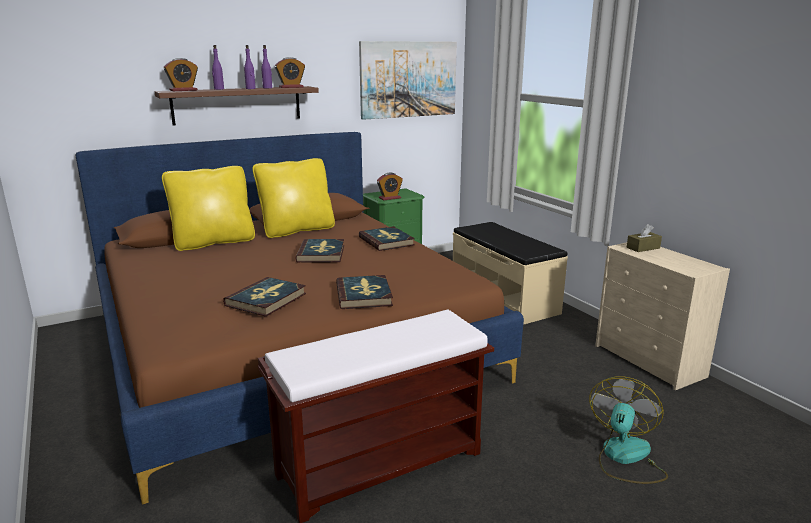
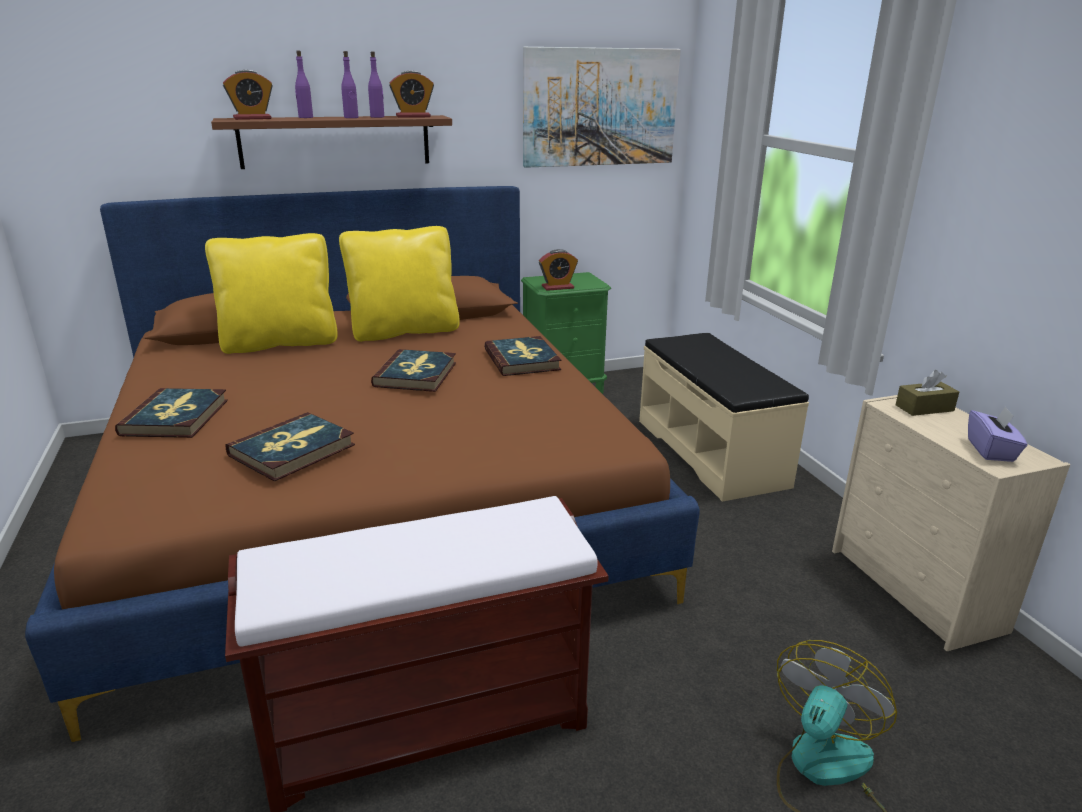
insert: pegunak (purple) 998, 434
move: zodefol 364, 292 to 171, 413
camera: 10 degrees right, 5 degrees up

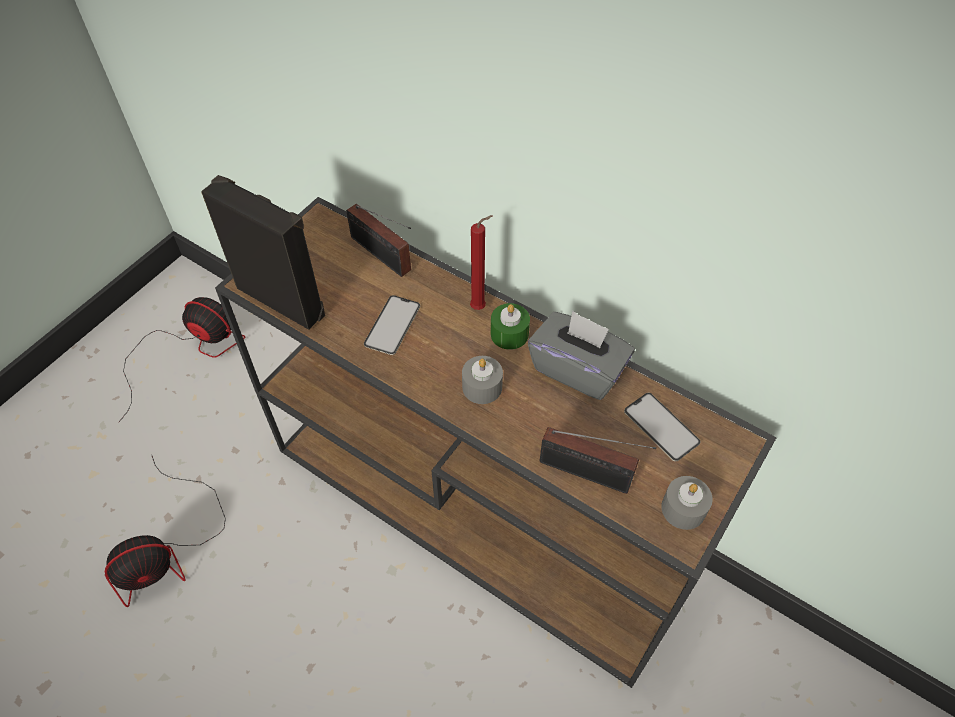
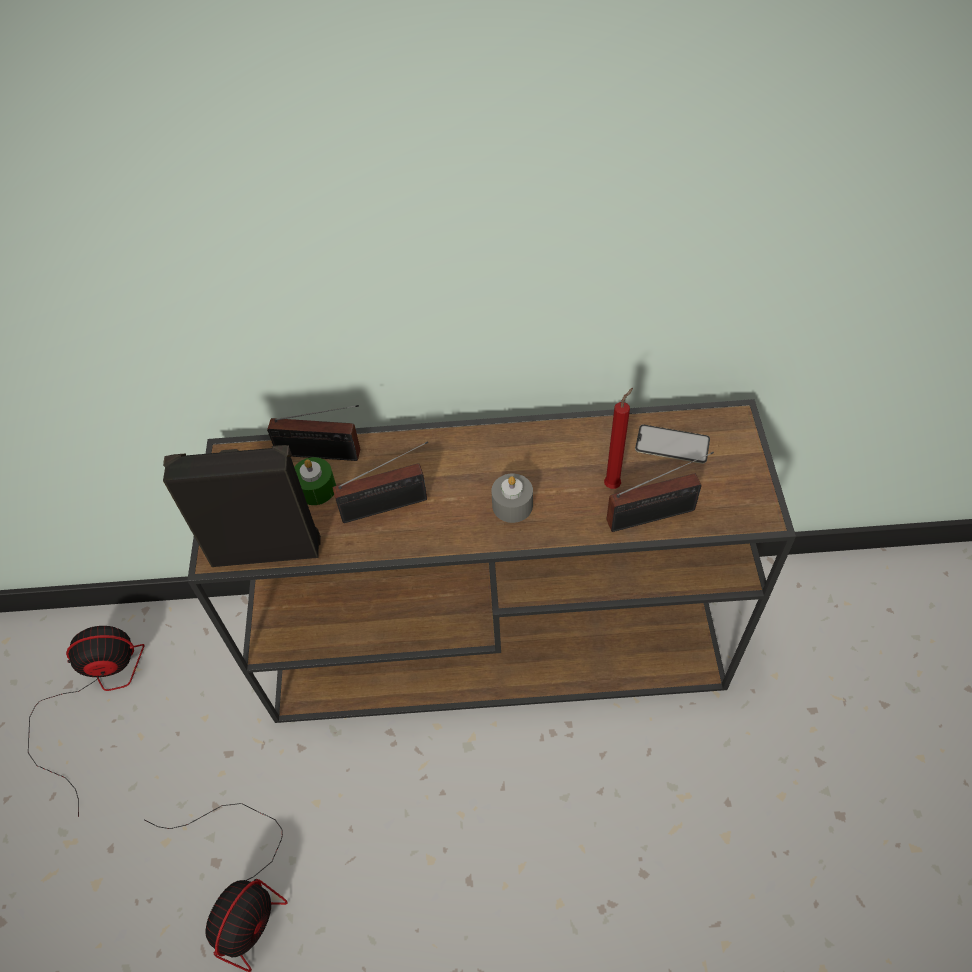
delete: pegunak (grey) 581, 355; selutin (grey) 687, 503
move: selutin (red) 481, 262 to 618, 438; selutin (green) 510, 326 to 315, 481
replace: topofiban 392, 325 to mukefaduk 380, 482
camera: 35 degrees left, 0 degrees up

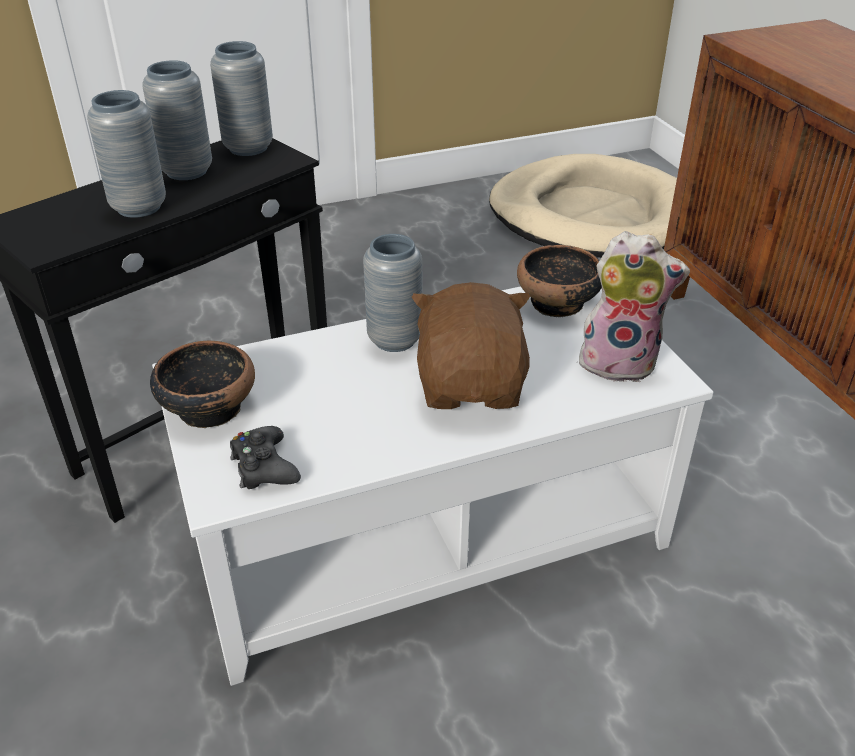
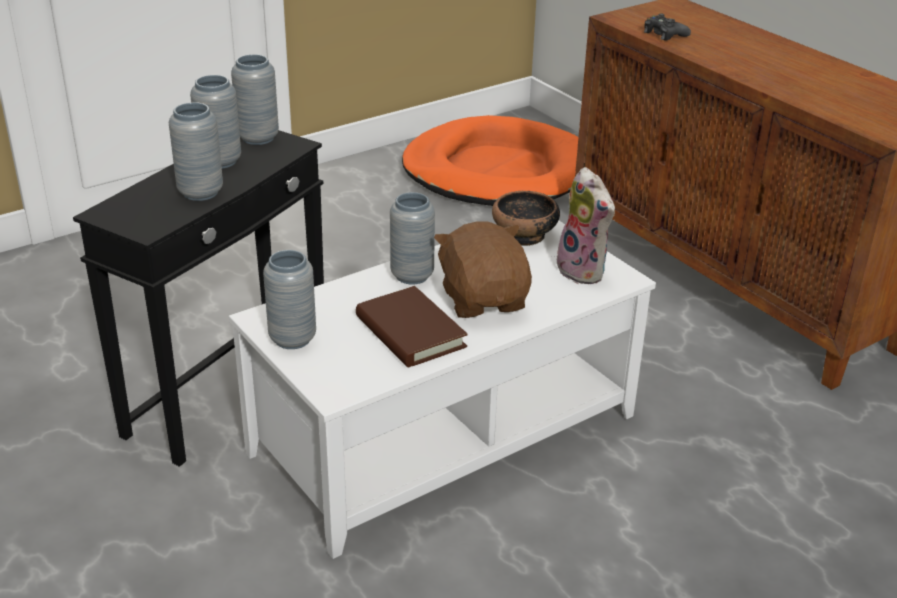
insert: zodefol (brown) 412, 326
move: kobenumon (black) 265, 457 to 667, 27
replace: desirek 202, 384 to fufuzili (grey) 289, 299
recolor: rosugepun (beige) 583, 206 to rosugepun (orange) 490, 160
rotate: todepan 634, 306 = 586, 225 60 degrees clockwise
camera: 15 degrees left, 5 degrees down

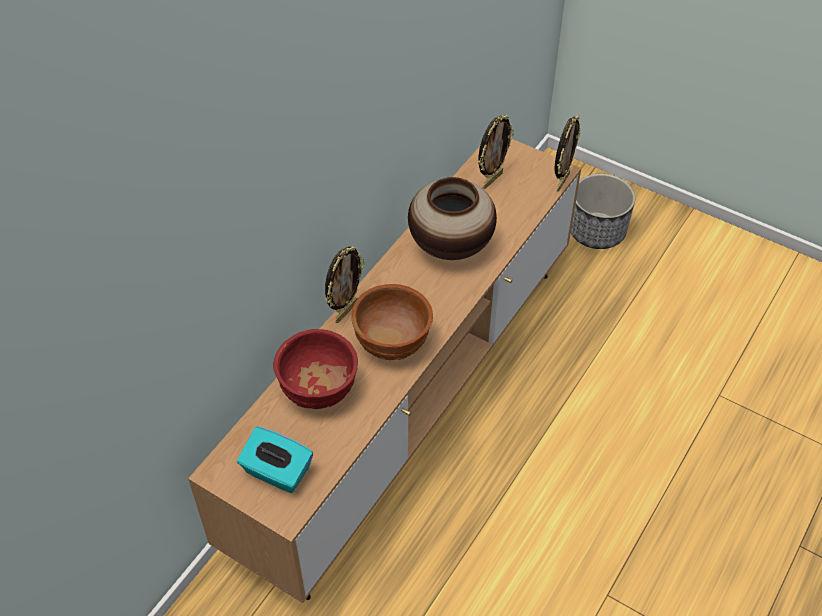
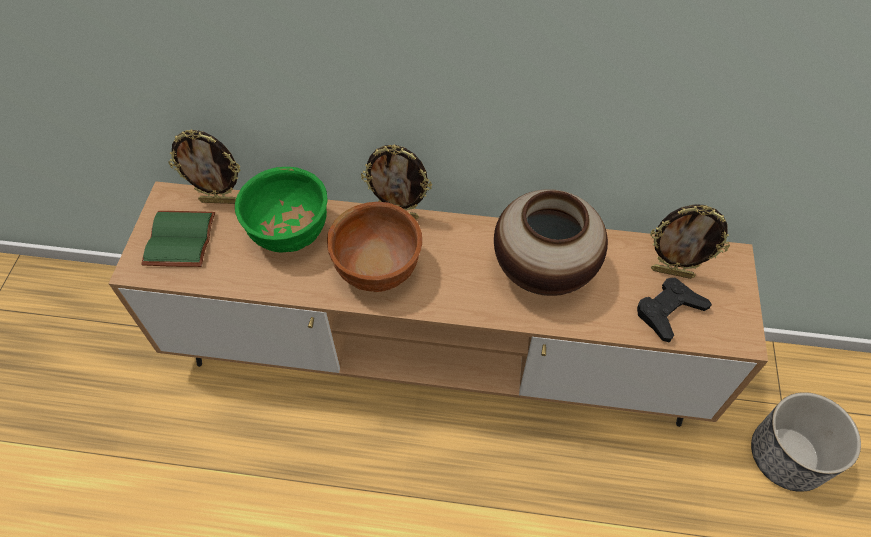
insert: kobenumon (black) 674, 310
move: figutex 567, 153 to 204, 167
replace: pegunak (turquoise) 275, 460 to zodefol (green) 178, 239
recolor: desirek (red) 315, 369 to desirek (green) 281, 209
camera: 65 degrees right, 5 degrees up

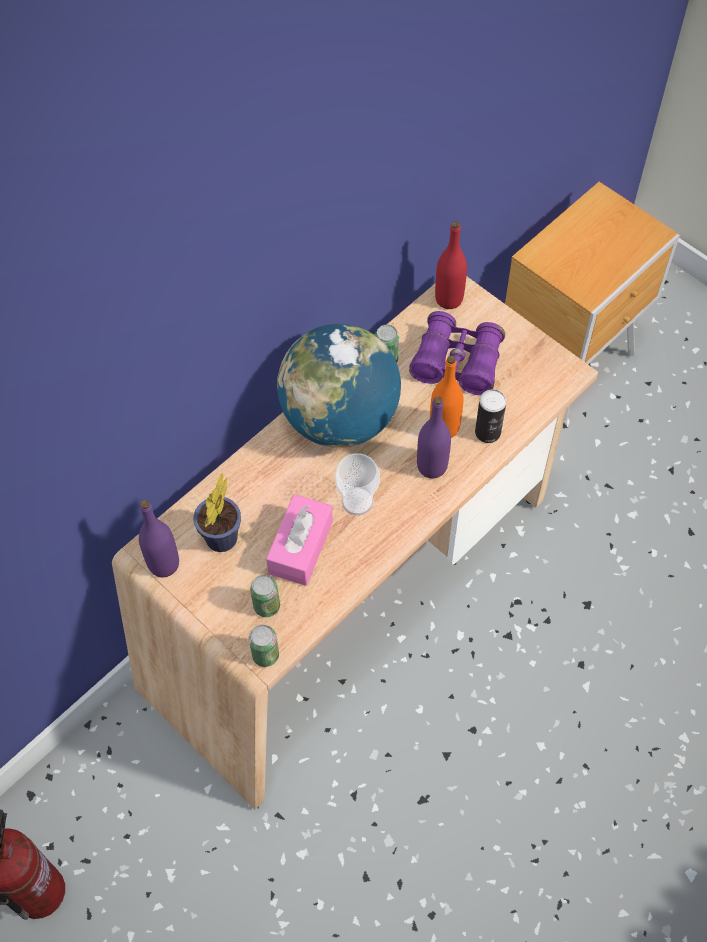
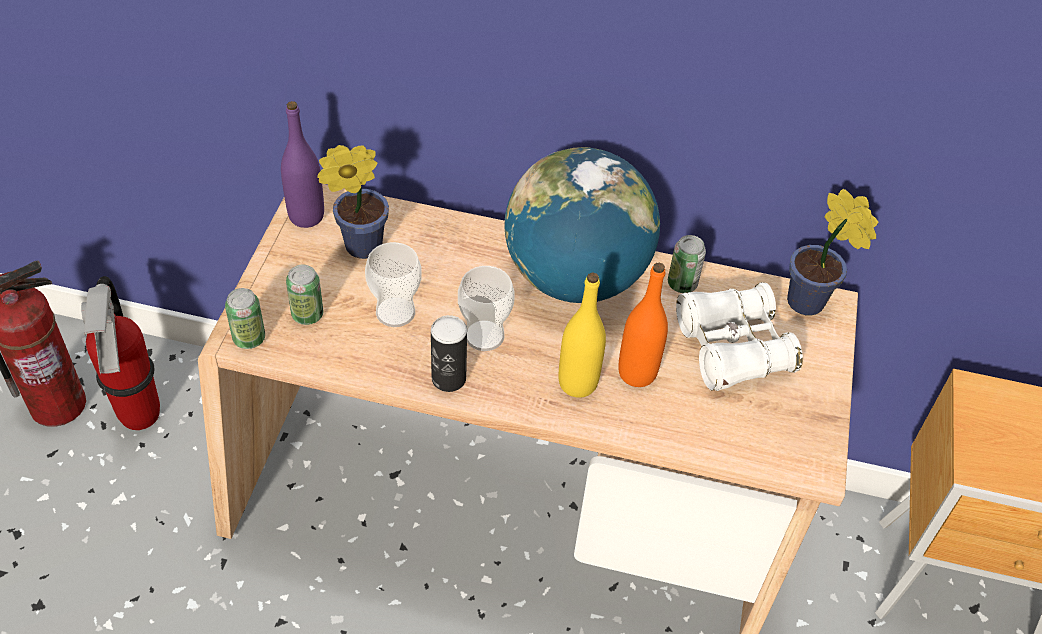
insert: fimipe 120, 353
move: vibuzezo 490, 416 to 449, 353
replace: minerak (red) 451, 265 to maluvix 832, 252; pegunak (pink) 299, 540 to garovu 393, 284
recolor: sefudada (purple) 457, 353 to sefudada (white) 739, 336; minerak (purple) 434, 437 to minerak (yellow) 582, 335
camera: 55 degrees right, 10 degrees down

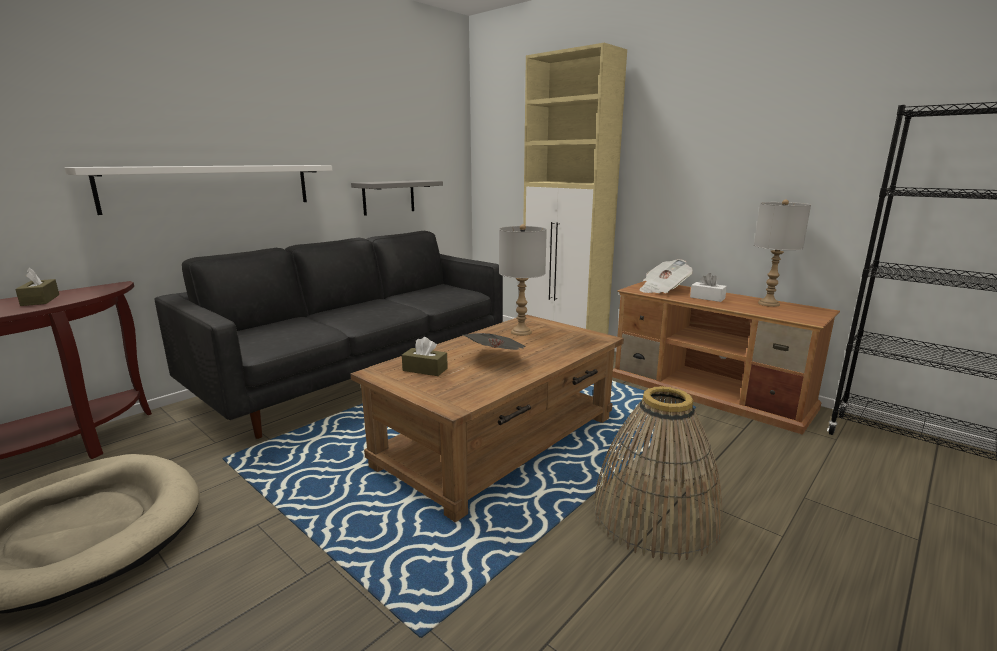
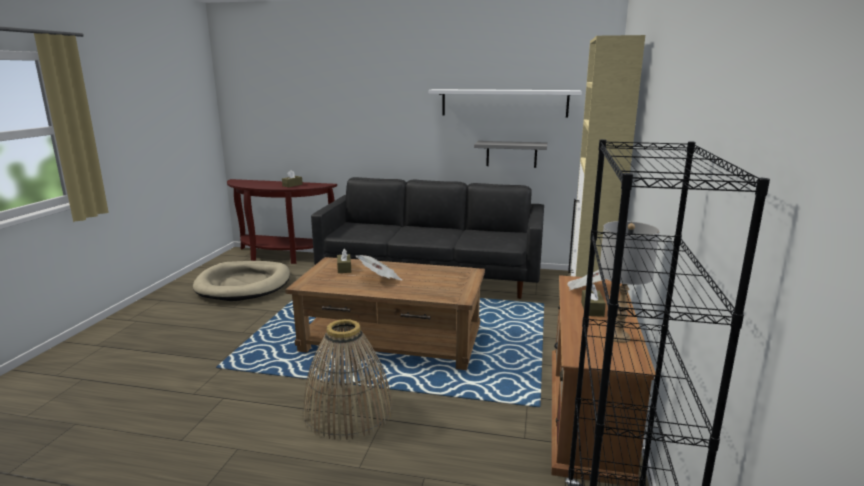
delete: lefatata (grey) 523, 280
move: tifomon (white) 198, 190 to 505, 103
recolor: pegunak (white) 708, 287 to pegunak (brown) 593, 300
camera: 60 degrees right, 0 degrees up

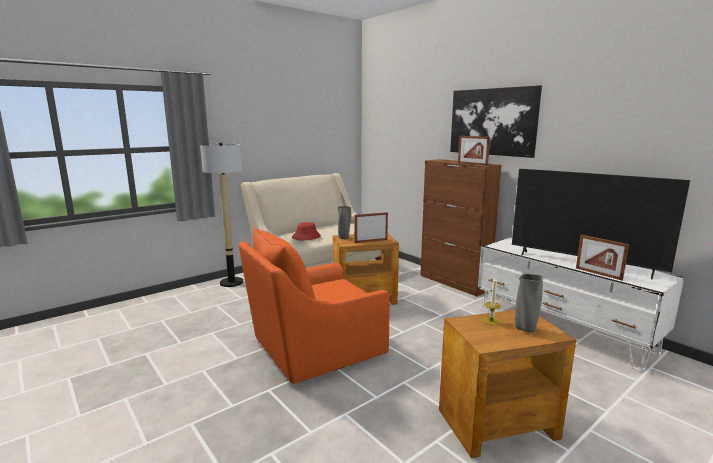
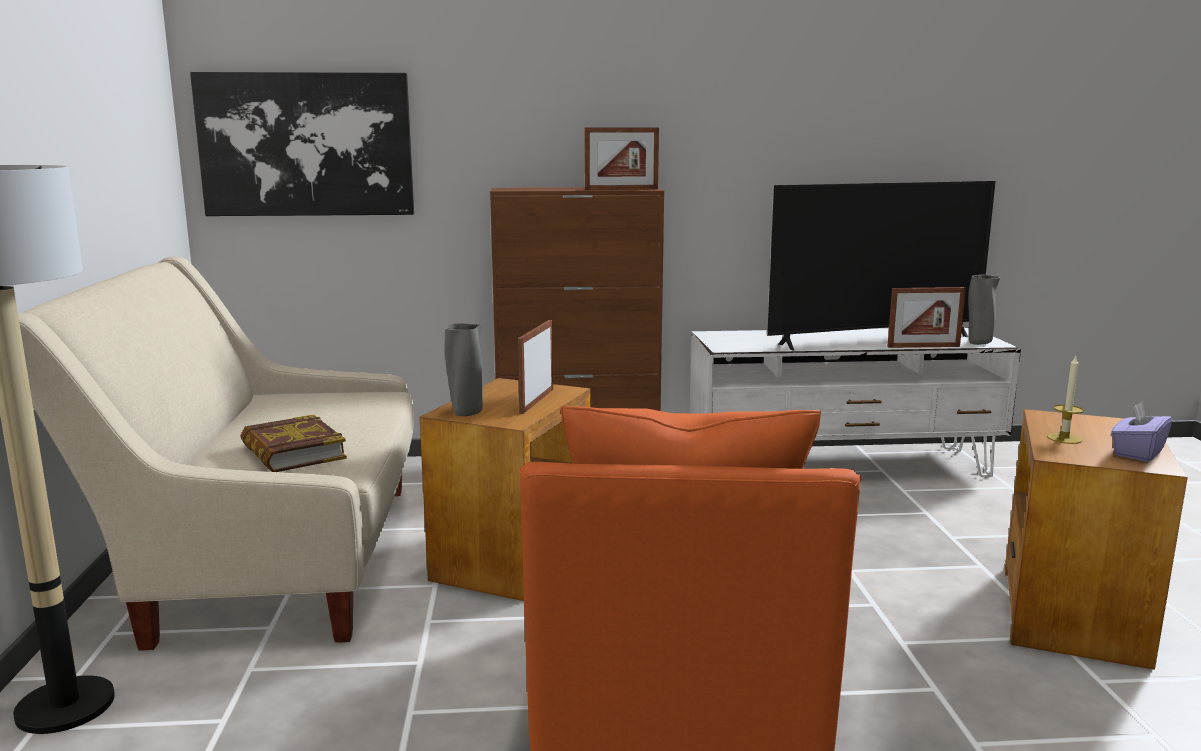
insert: pegunak (purple) 1141, 431
move: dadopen 496, 121 to 302, 144; fufuzili (grey) 529, 303 to 984, 310
replace: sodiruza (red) 306, 231 to zodefol 293, 443
camera: 55 degrees left, 0 degrees up

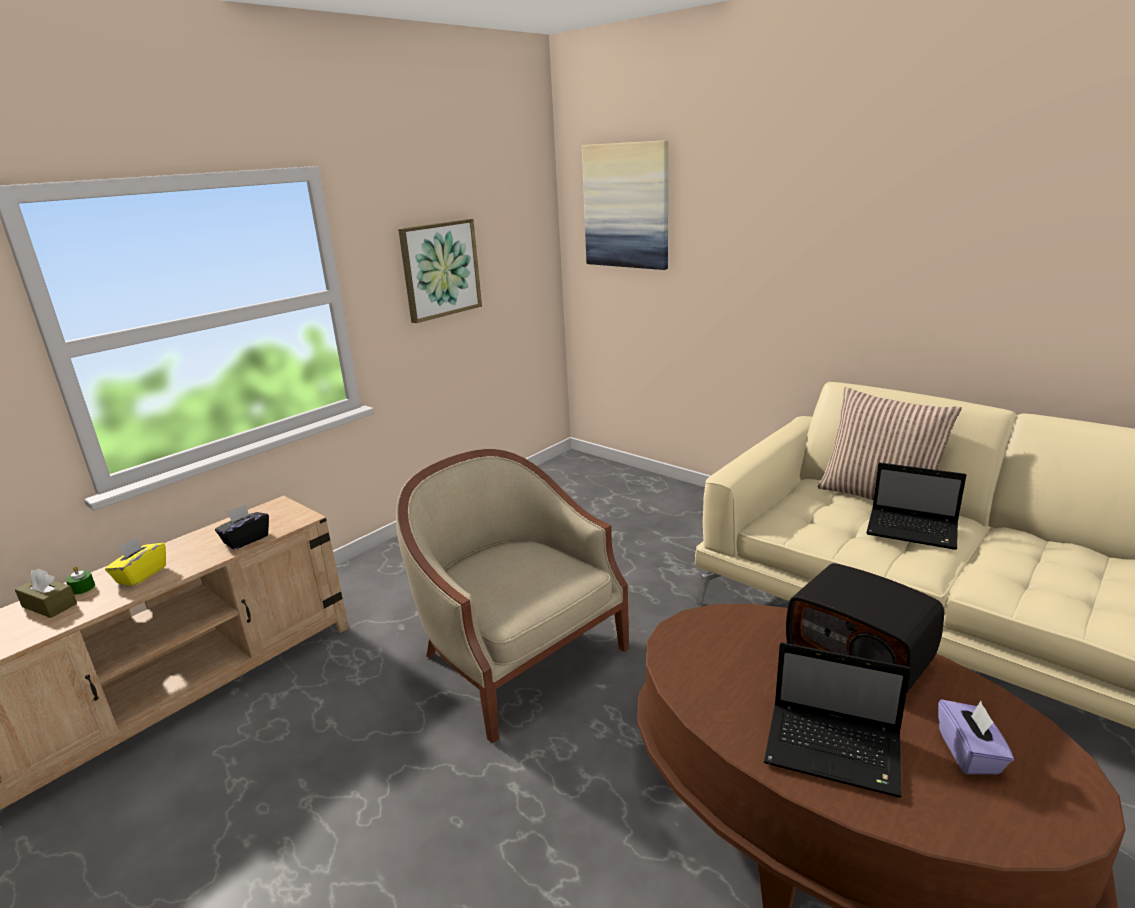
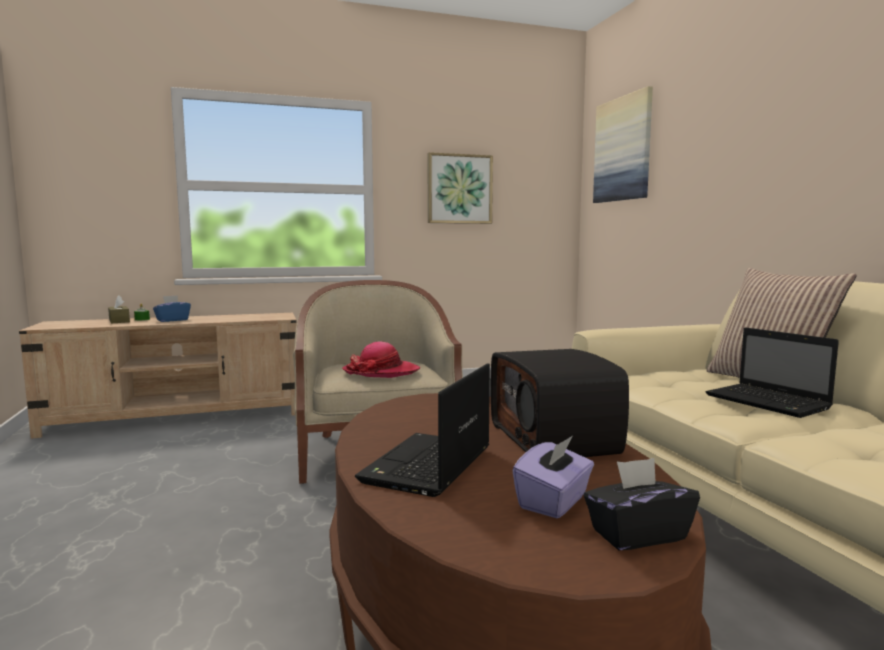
insert: sodiruza 381, 360
move: pegunak (black) 242, 527 to 642, 504
recolor: pegunak (yellow) 135, 561 to pegunak (blue) 172, 308
rotate: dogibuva 837, 720 = 422, 430 60 degrees clockwise
camera: 30 degrees right, 15 degrees down

